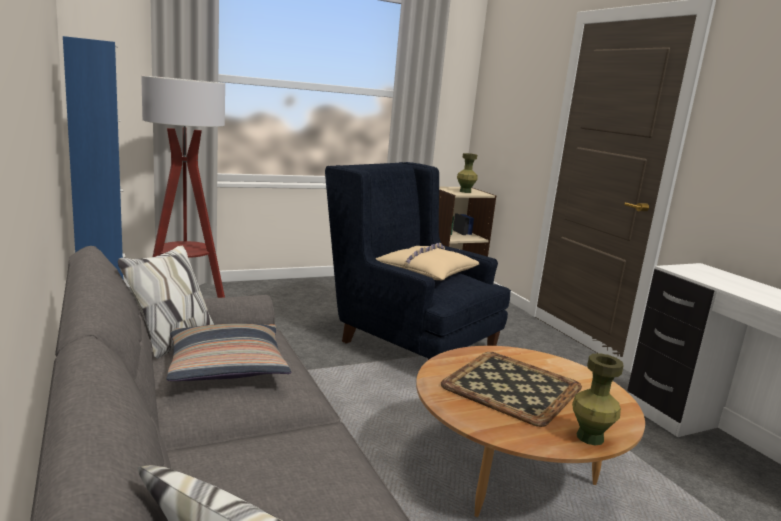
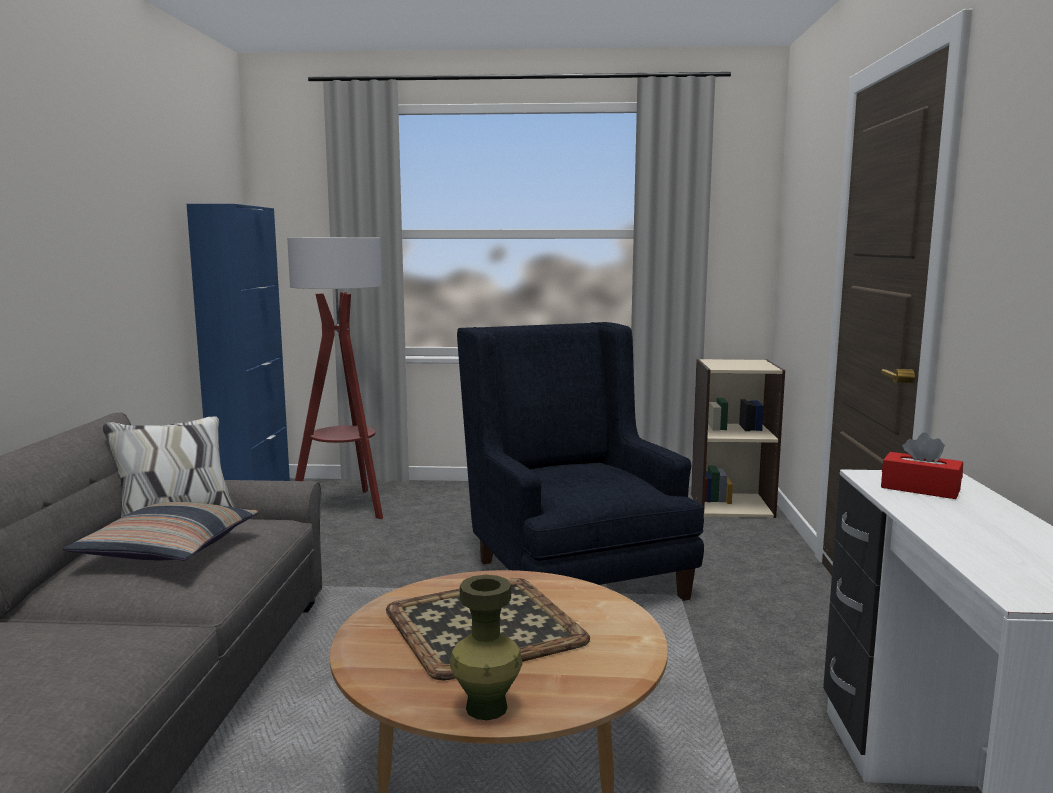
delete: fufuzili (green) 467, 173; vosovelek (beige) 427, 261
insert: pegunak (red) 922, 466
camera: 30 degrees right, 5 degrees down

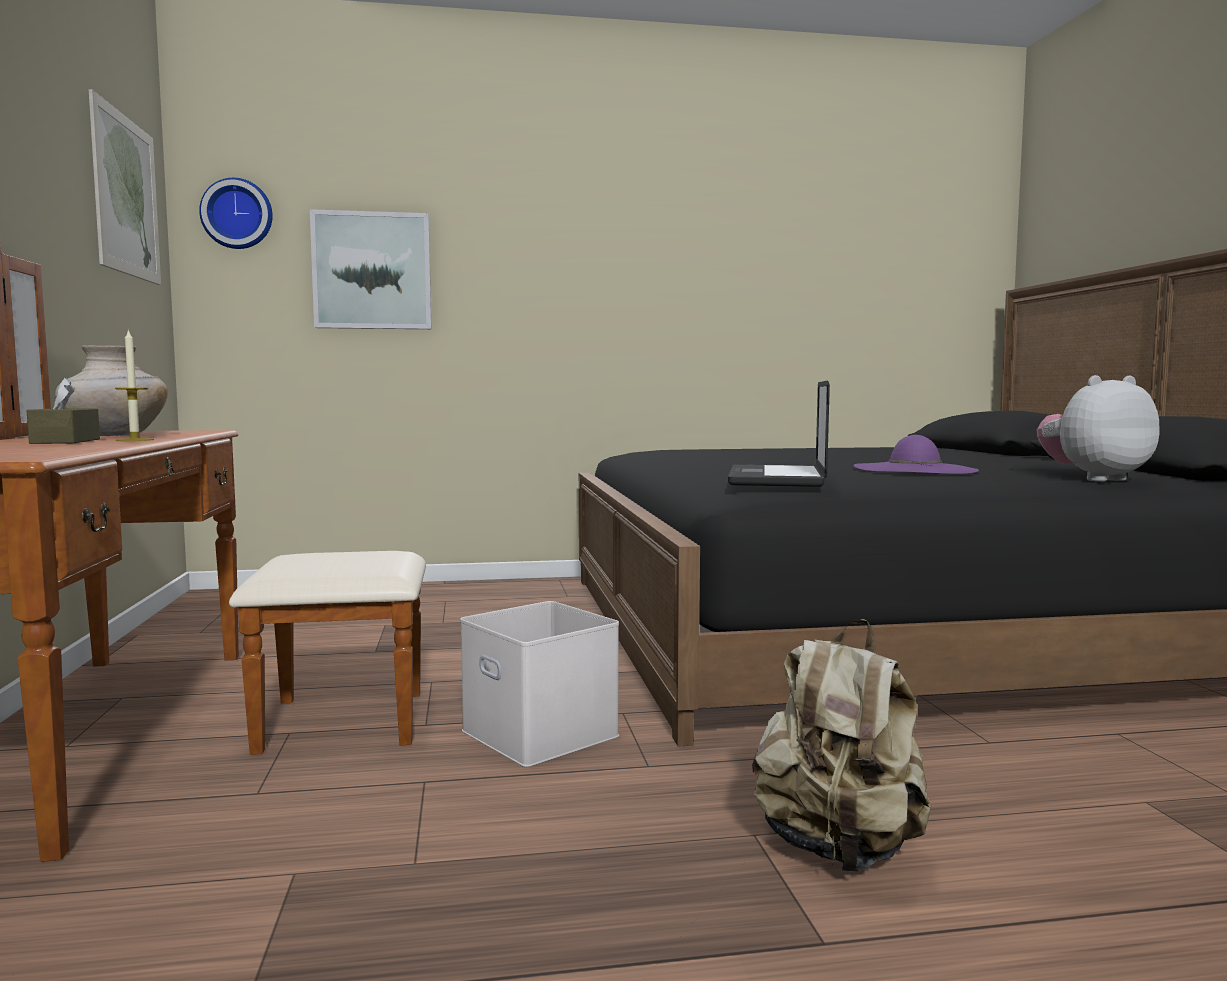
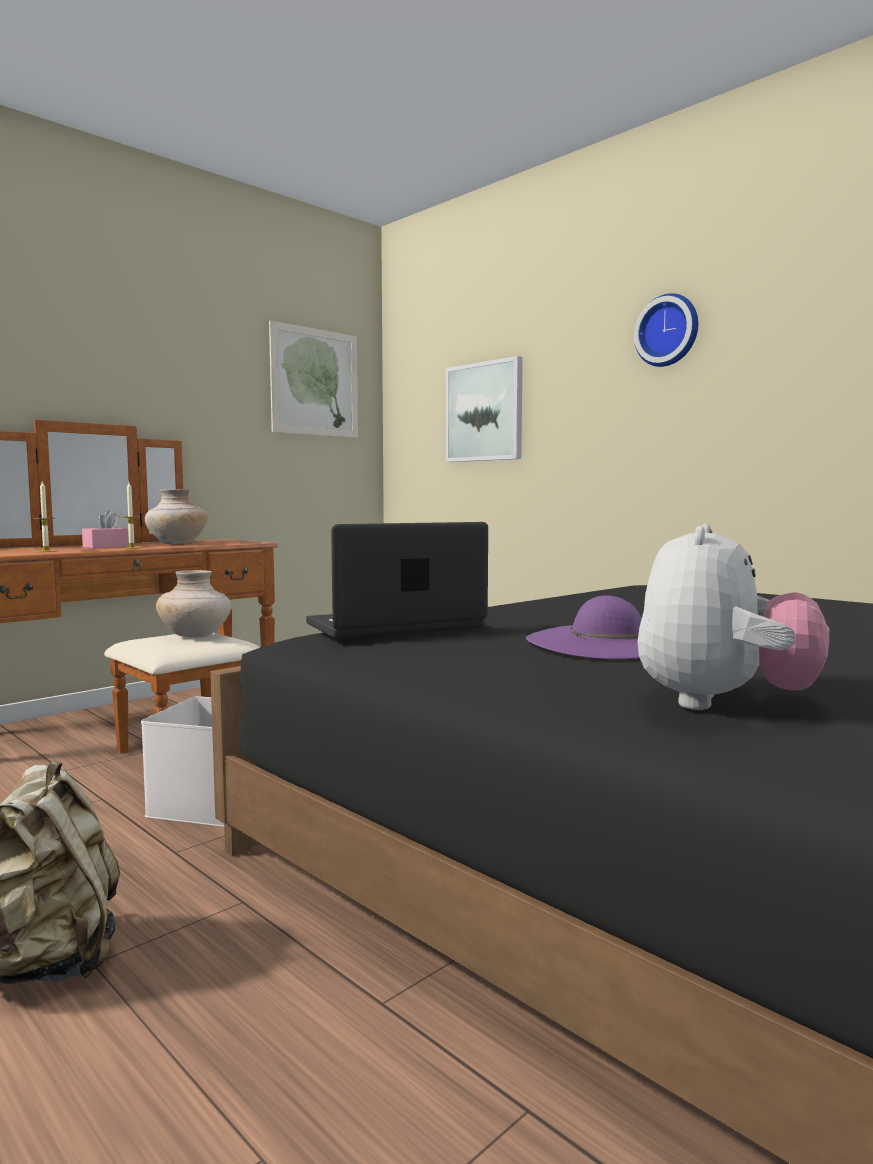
insert: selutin 46, 517; fufuzili (beige) 193, 603
move: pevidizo 236, 213 to 666, 330
recolor: pegunak (brown) 63, 411 to pegunak (pink) 105, 529
rotate: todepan 1098, 428 = 733, 617 75 degrees clockwise
camera: 55 degrees right, 0 degrees up

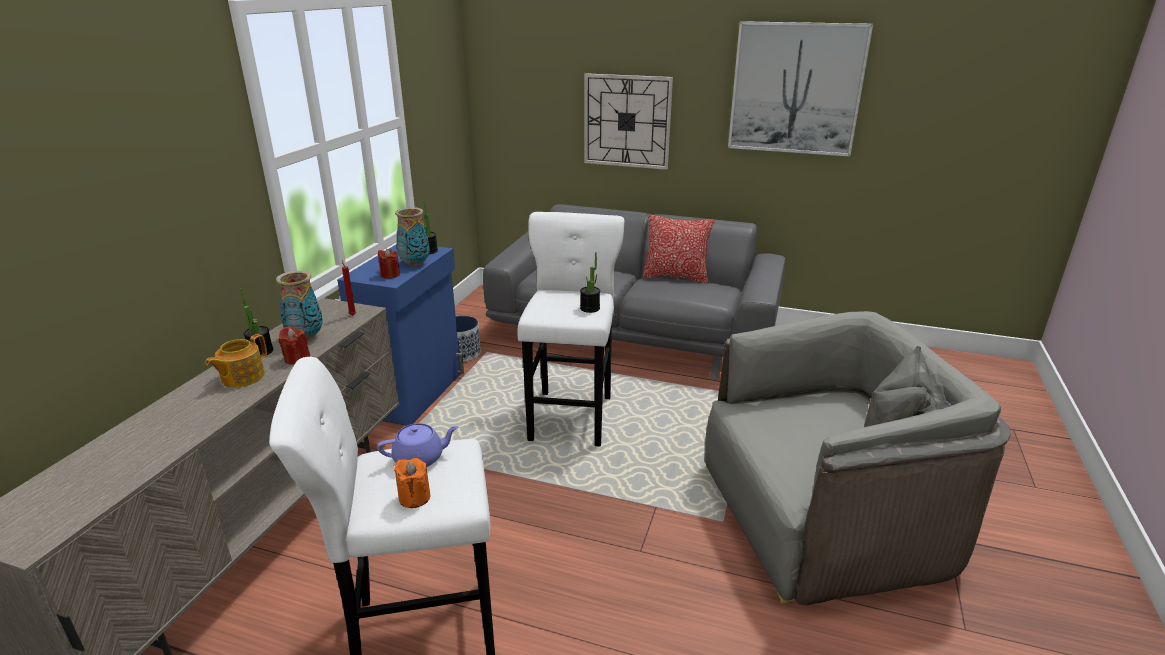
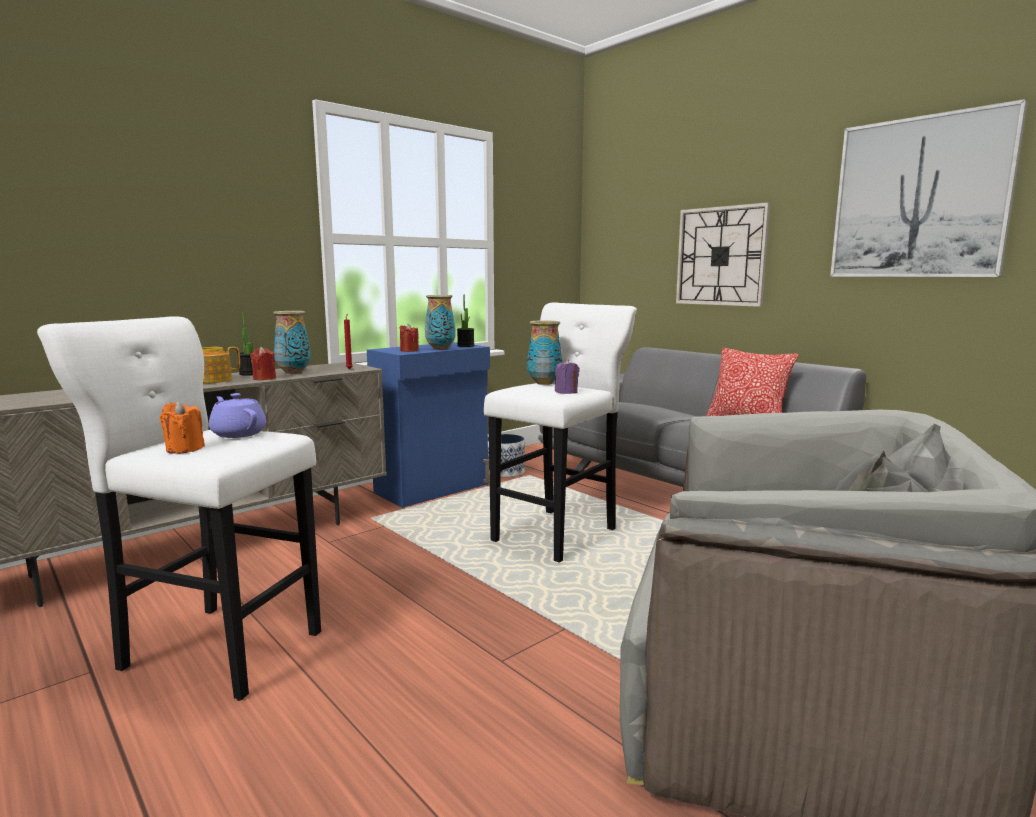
insert: fufuzili 544, 352
replace: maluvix 590, 282 to selutin (purple) 567, 376
rotate: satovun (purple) 418, 445 = 237, 415 150 degrees counterclockwise
camera: 30 degrees right, 15 degrees down

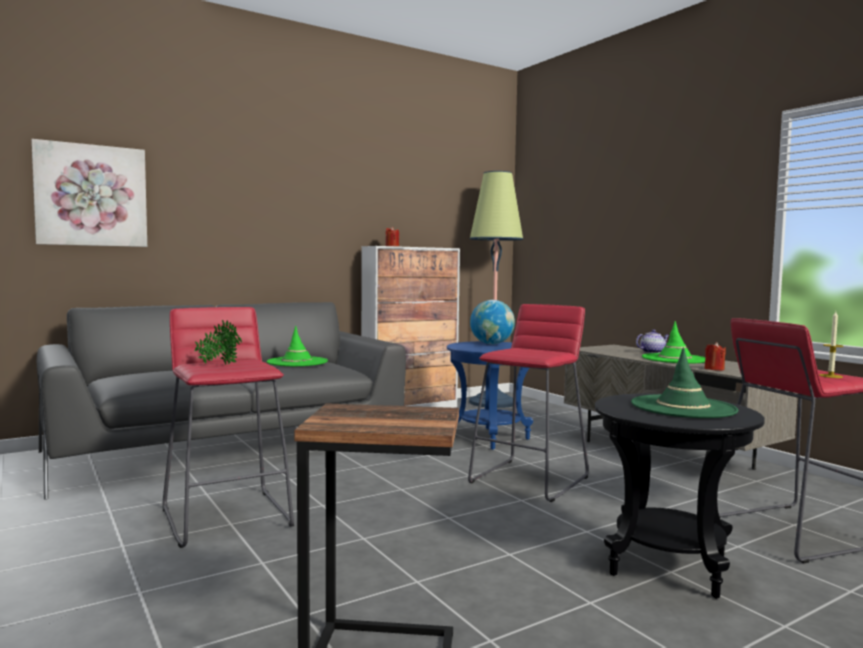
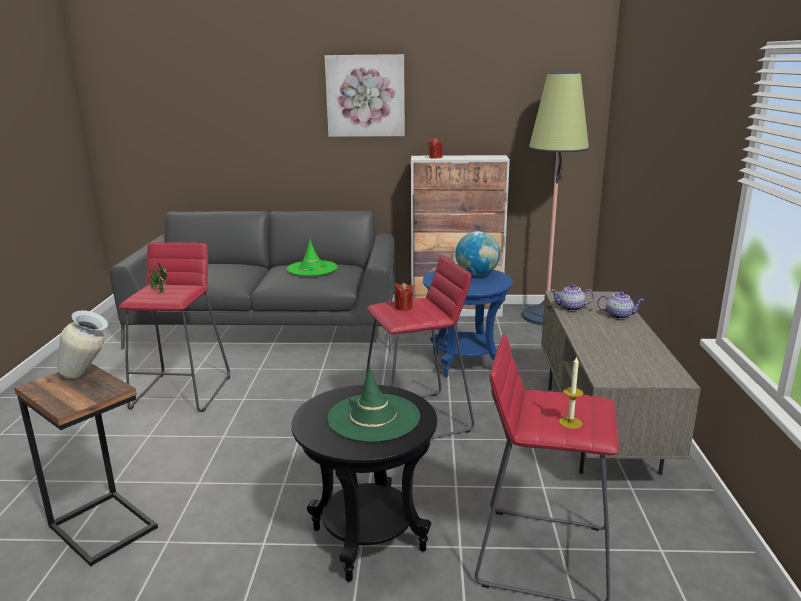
delete: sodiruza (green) 674, 342
insert: satovun 572, 297; fufuzili 82, 344
move: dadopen 89, 193 to 364, 95; selutin (red) 715, 356 to 404, 296
camera: 35 degrees right, 15 degrees up

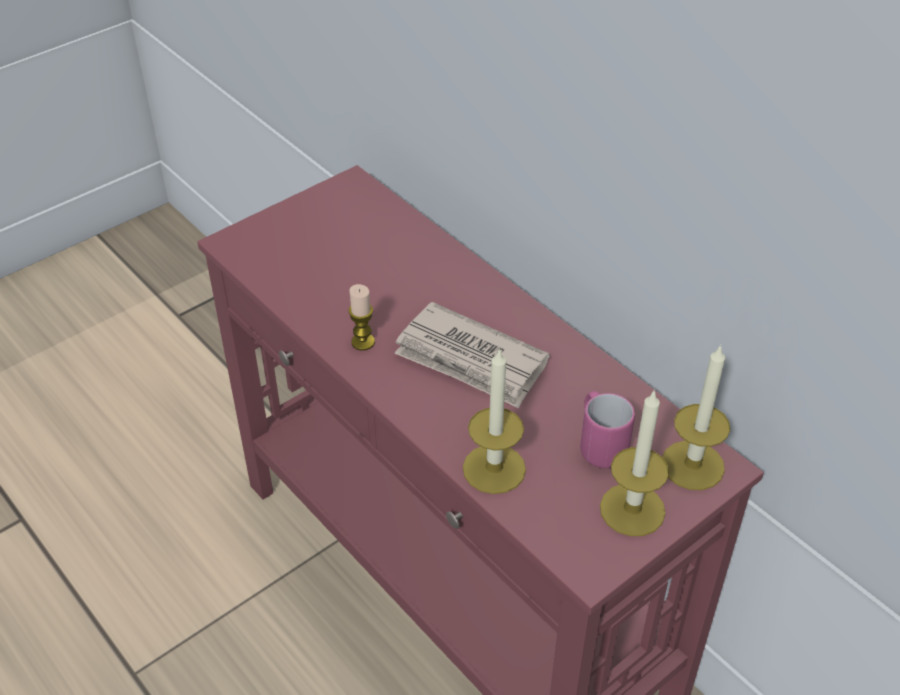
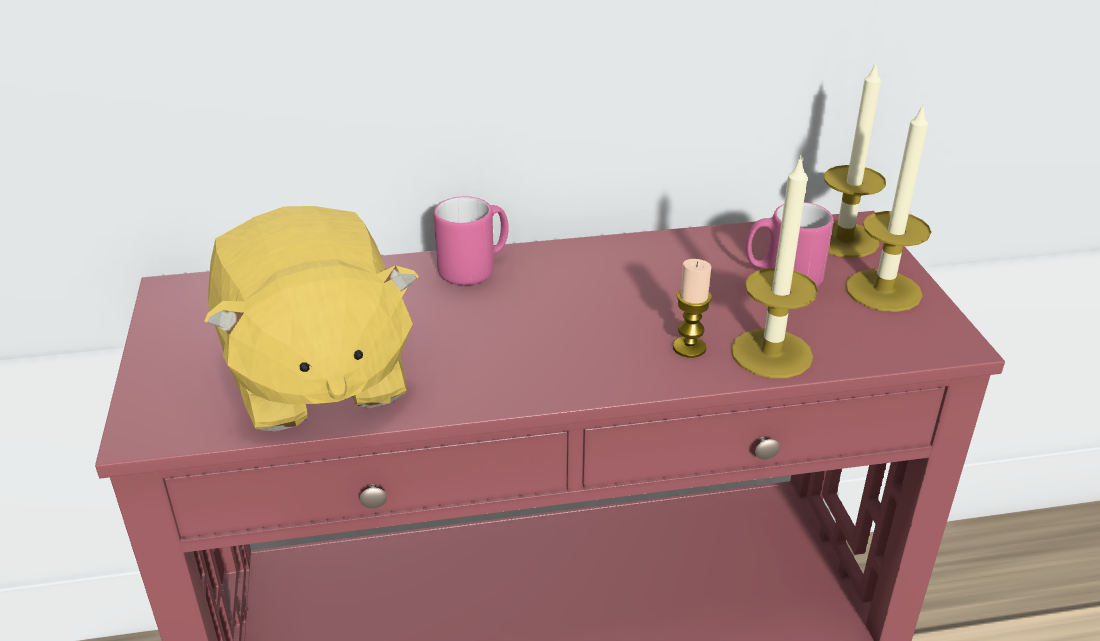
delete: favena 472, 355
insert: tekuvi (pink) 471, 240; todepan (yellow) 311, 319
move: selutin 362, 317 to 692, 308
camera: 60 degrees left, 10 degrees down

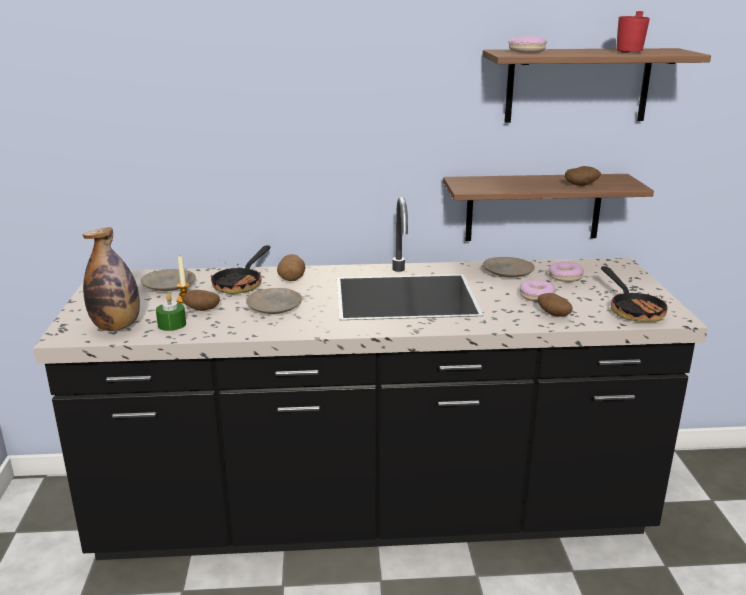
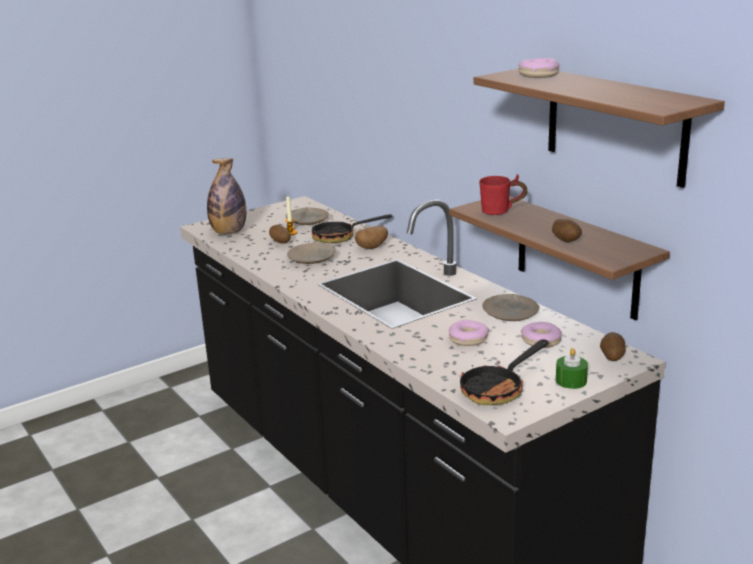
move: tekuvi (red) 633, 32 to 503, 194; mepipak 555, 305 to 613, 346; selutin (green) 171, 312 to 572, 368
camera: 60 degrees right, 0 degrees up

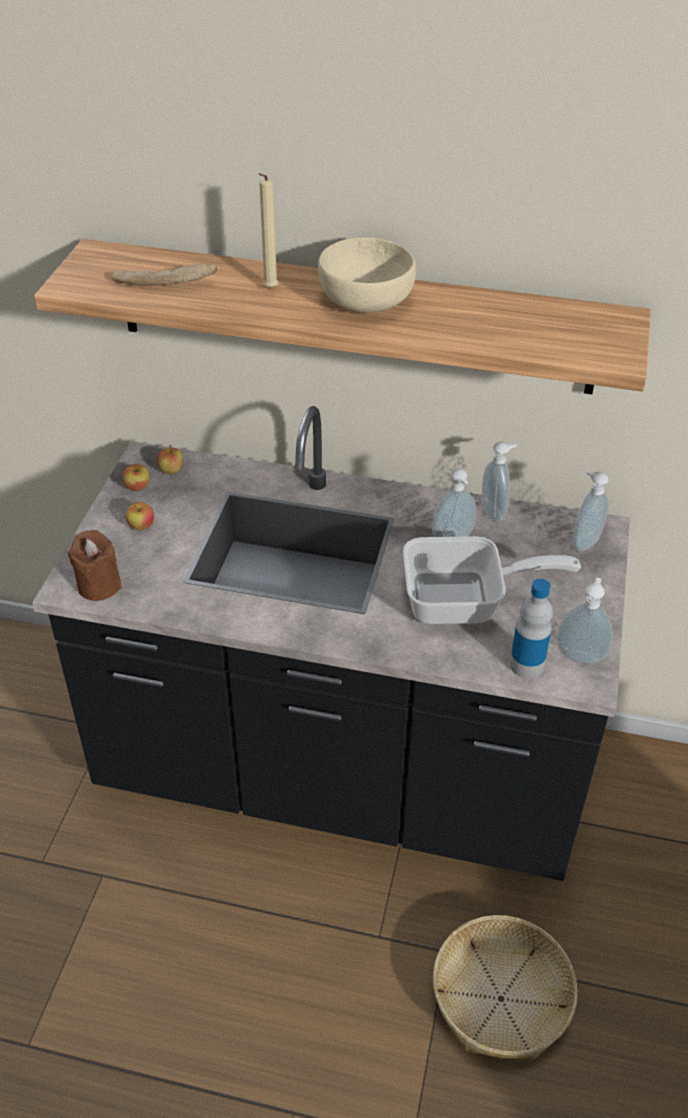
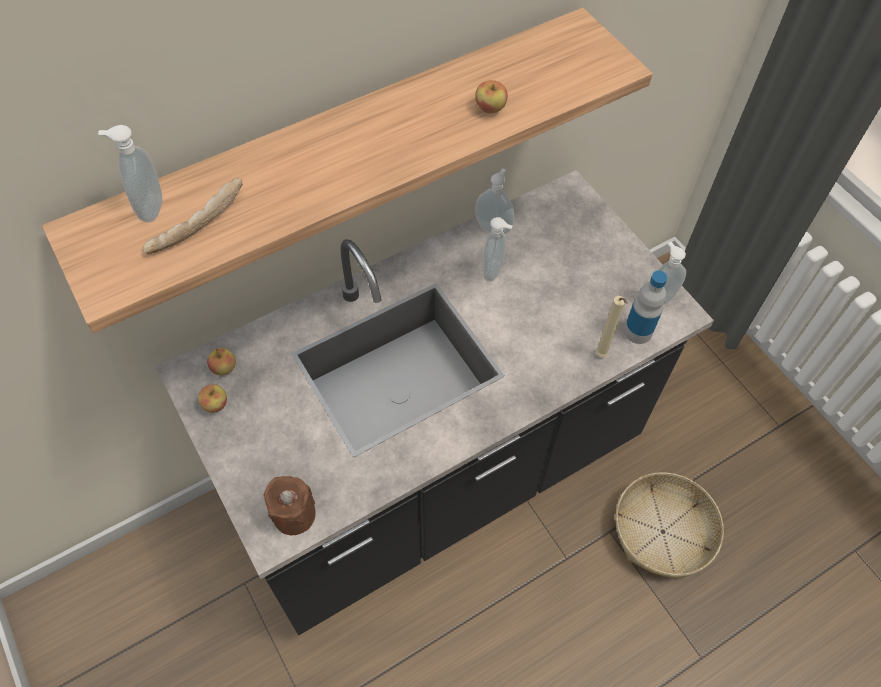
delete: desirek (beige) 367, 274; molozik 492, 580
move: selutin (beige) 268, 231 to 611, 326; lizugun 590, 510 to 130, 174; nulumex 140, 516 to 491, 97
camera: 45 degrees left, 15 degrees up

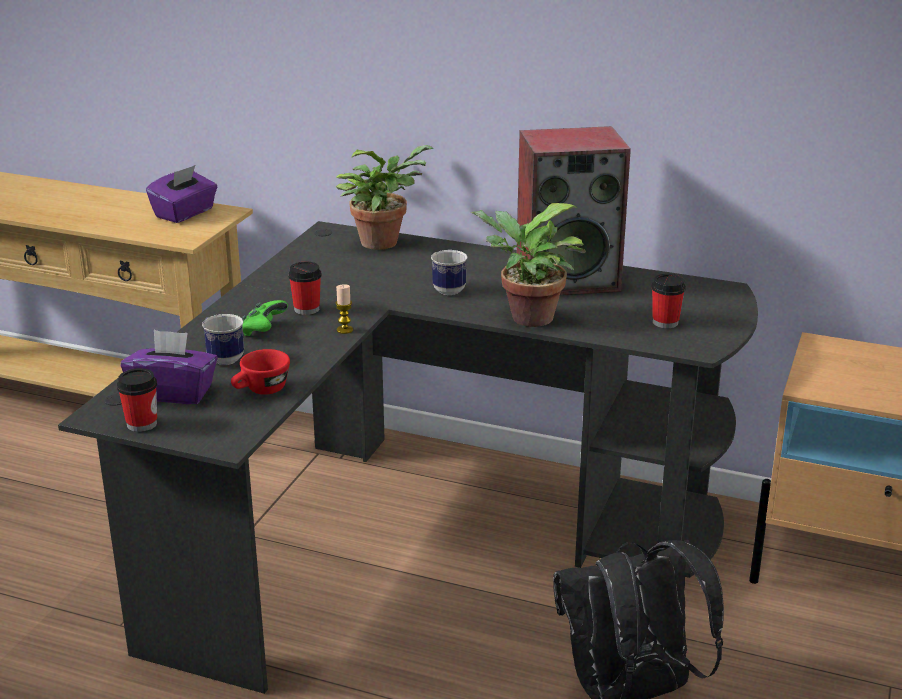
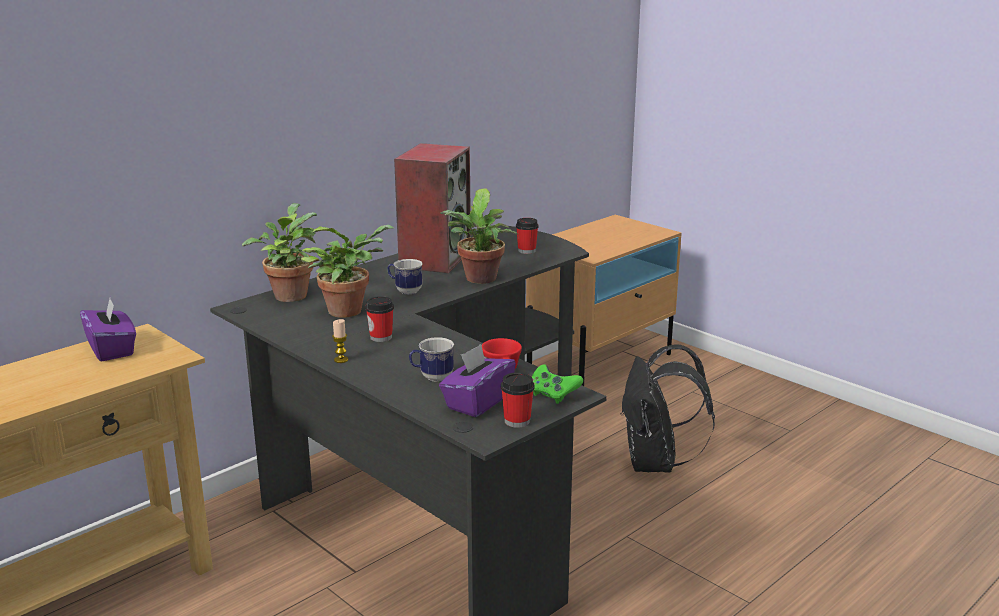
insert: maluvix 348, 271
move: selutin 344, 309 to 340, 341; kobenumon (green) 265, 318 to 557, 384
camera: 65 degrees left, 5 degrees down

